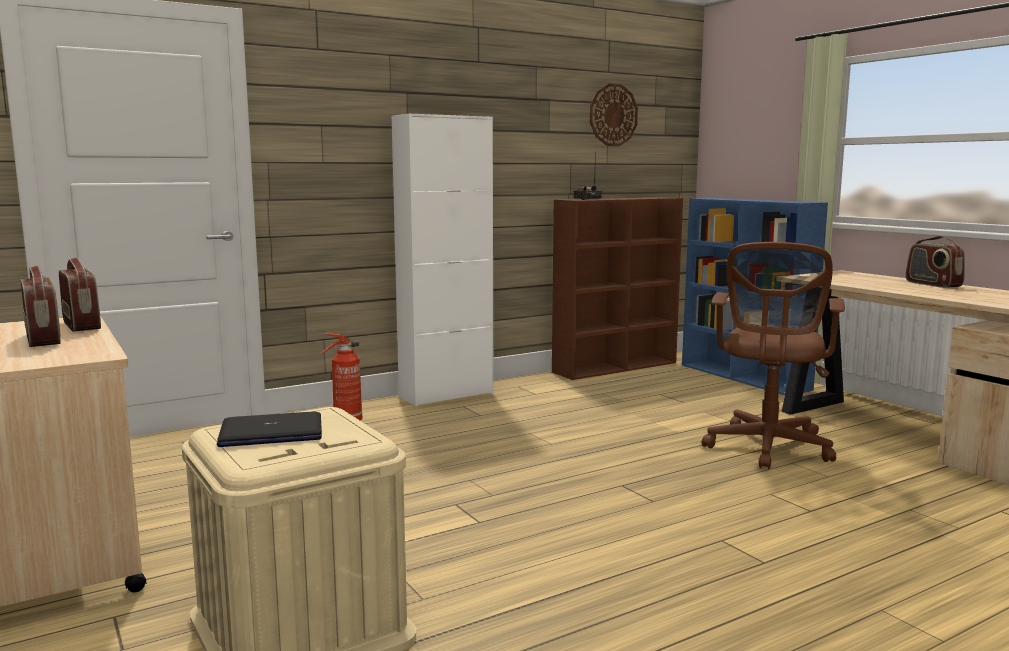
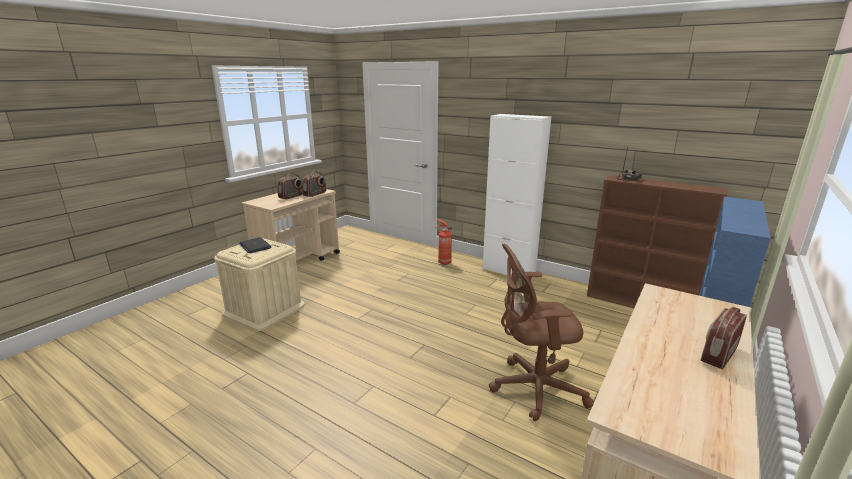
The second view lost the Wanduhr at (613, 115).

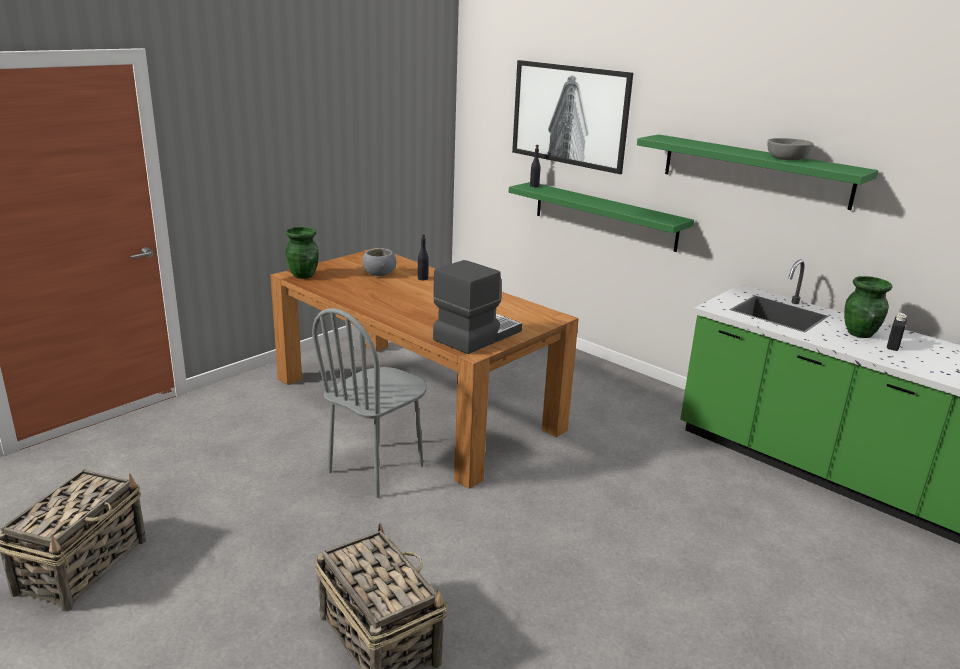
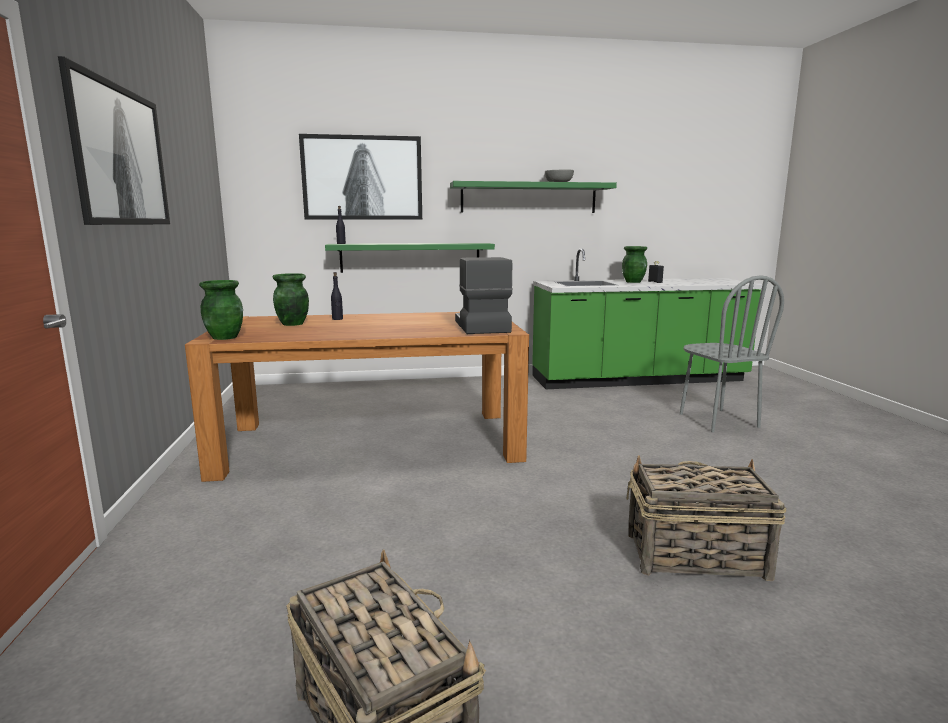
The Stuhl/grau ended up elsewhere, having gone from (376, 469) to (717, 420). Where the Schüssel/grau stood at (379, 274), the Vase/grün came to stand at (292, 324). The second view gained the Bild at (121, 156).

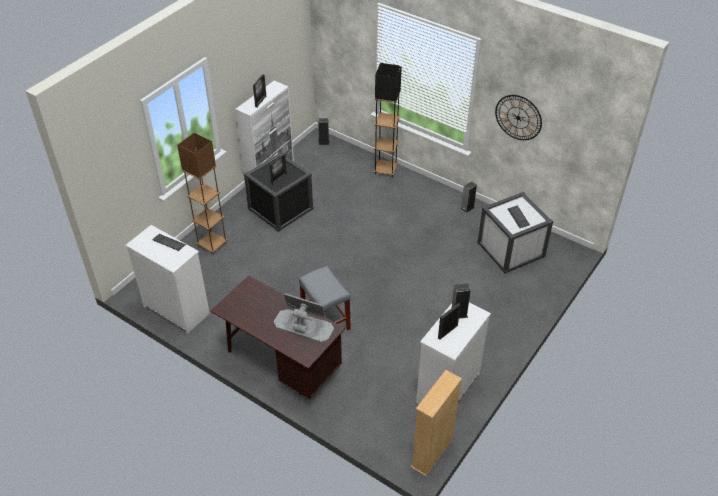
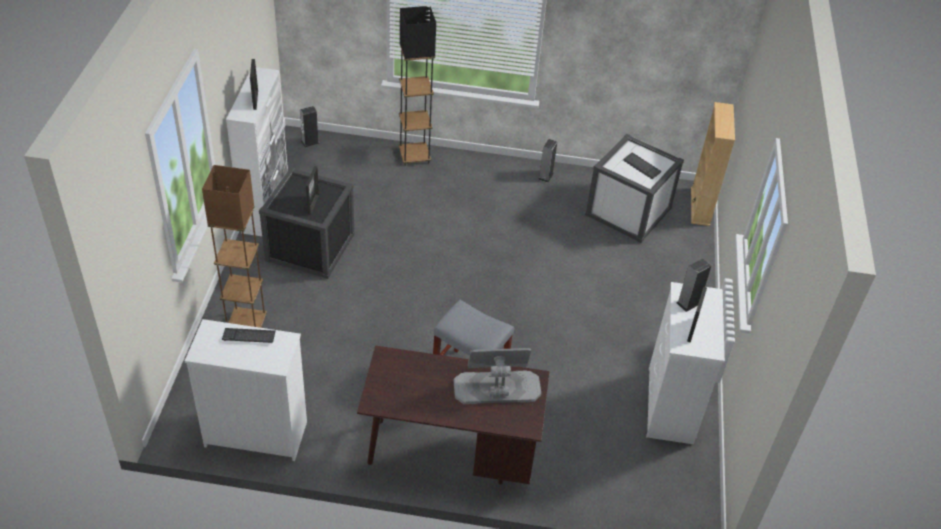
The Bücherregal/beige ended up elsewhere, having gone from (432, 453) to (700, 206). The second view lost the Wanduhr at (518, 117).

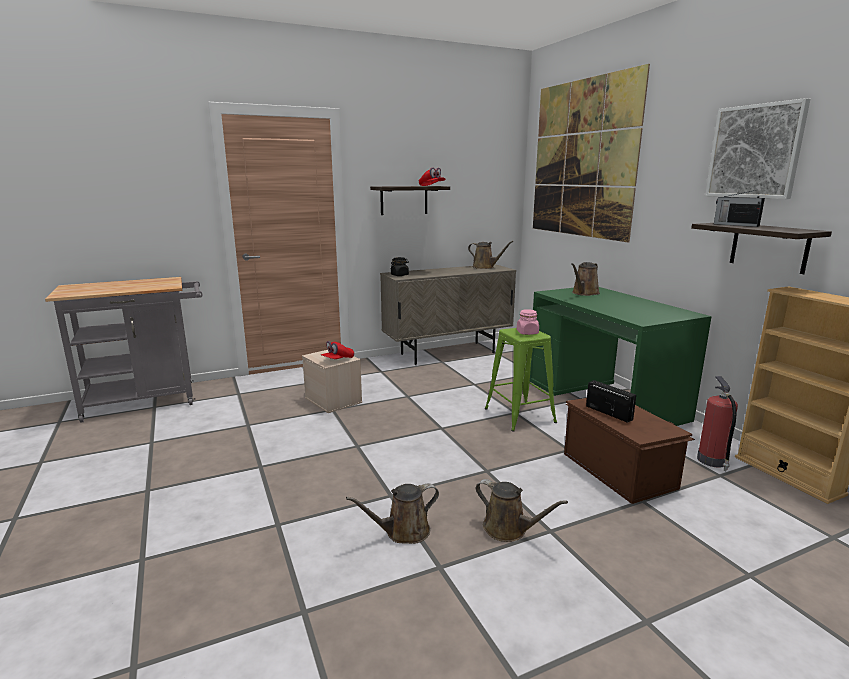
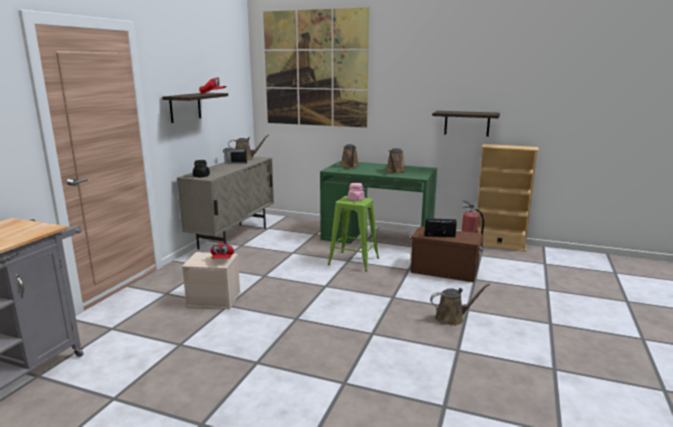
The Gießkanne/braun ended up elsewhere, having gone from (403, 532) to (395, 171). The second view lost the Bild at (755, 151). The Radio ended up elsewhere, having gone from (735, 225) to (235, 163).

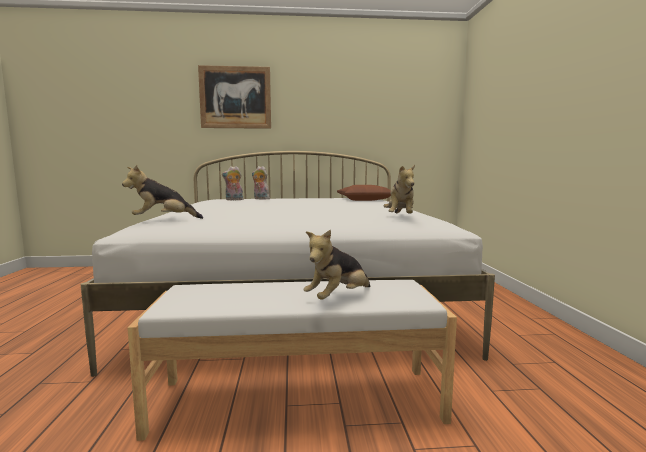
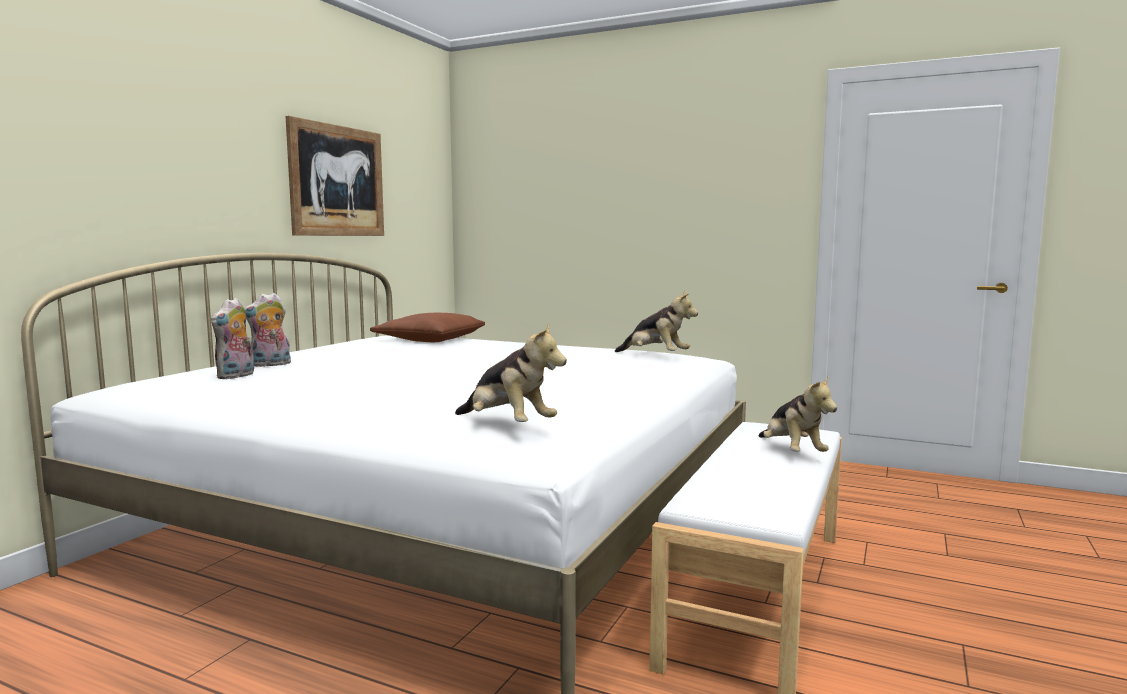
The Plüschtier at (163, 220) ended up facing another way, 60 degrees counterclockwise from before. The Bild ended up elsewhere, having gone from (235, 97) to (337, 181).

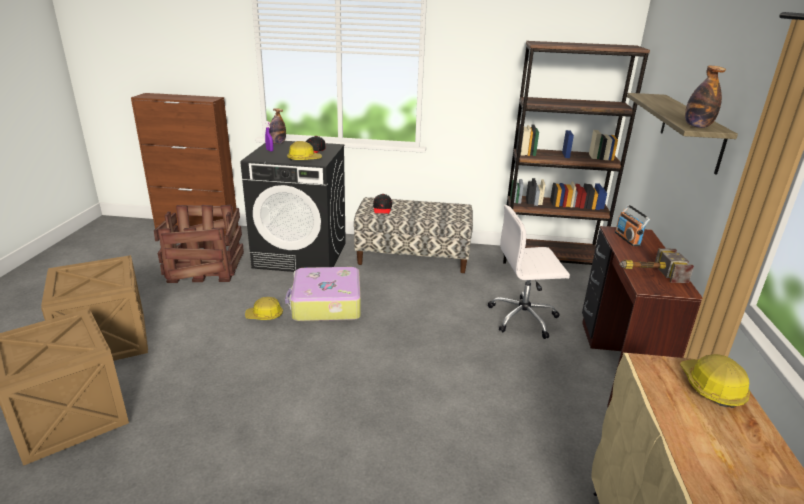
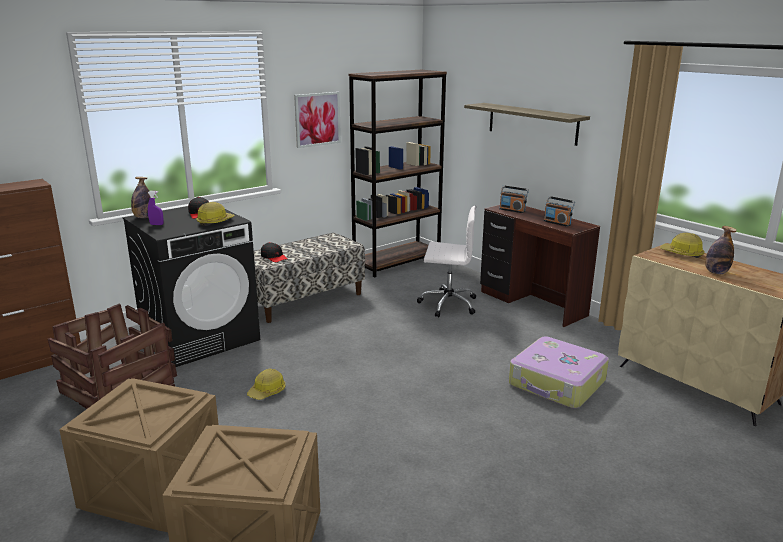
The Koffer ended up elsewhere, having gone from (326, 304) to (557, 383). The Bürostuhl/weiß at (524, 318) ended up facing another way, 120 degrees counterclockwise from before. Where the Hammer stood at (648, 273), the Radio came to stand at (557, 223). The Flasche ended up elsewhere, having gone from (697, 126) to (716, 272). The second view gained the Bild at (317, 119).

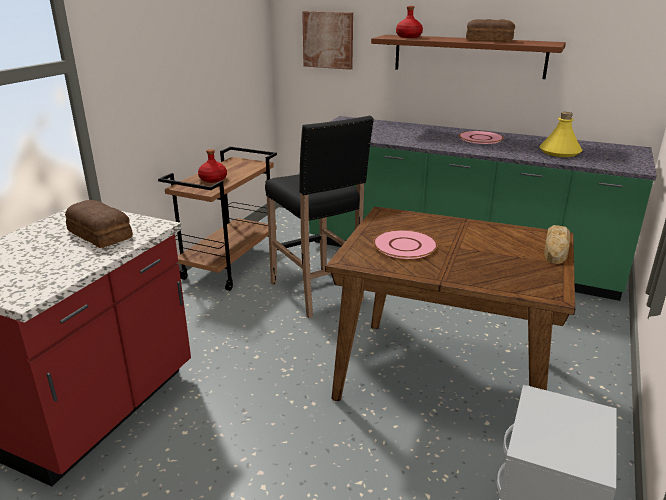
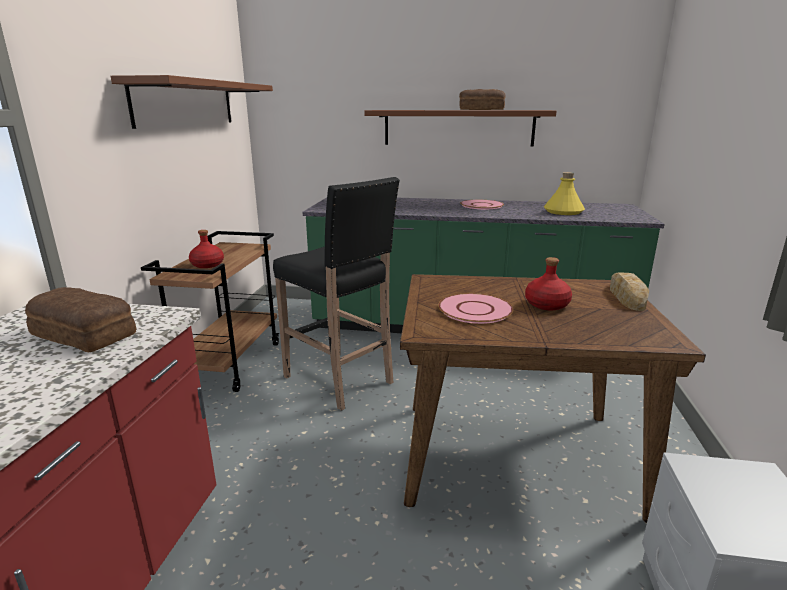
The second view lost the Bild at (328, 40). The Flasche/rot ended up elsewhere, having gone from (409, 37) to (547, 305). The second view gained the Wandregal/braun at (186, 103).

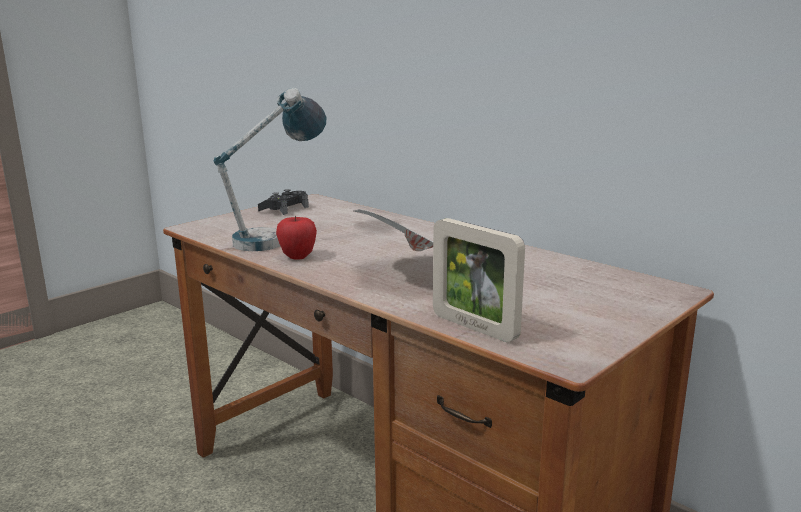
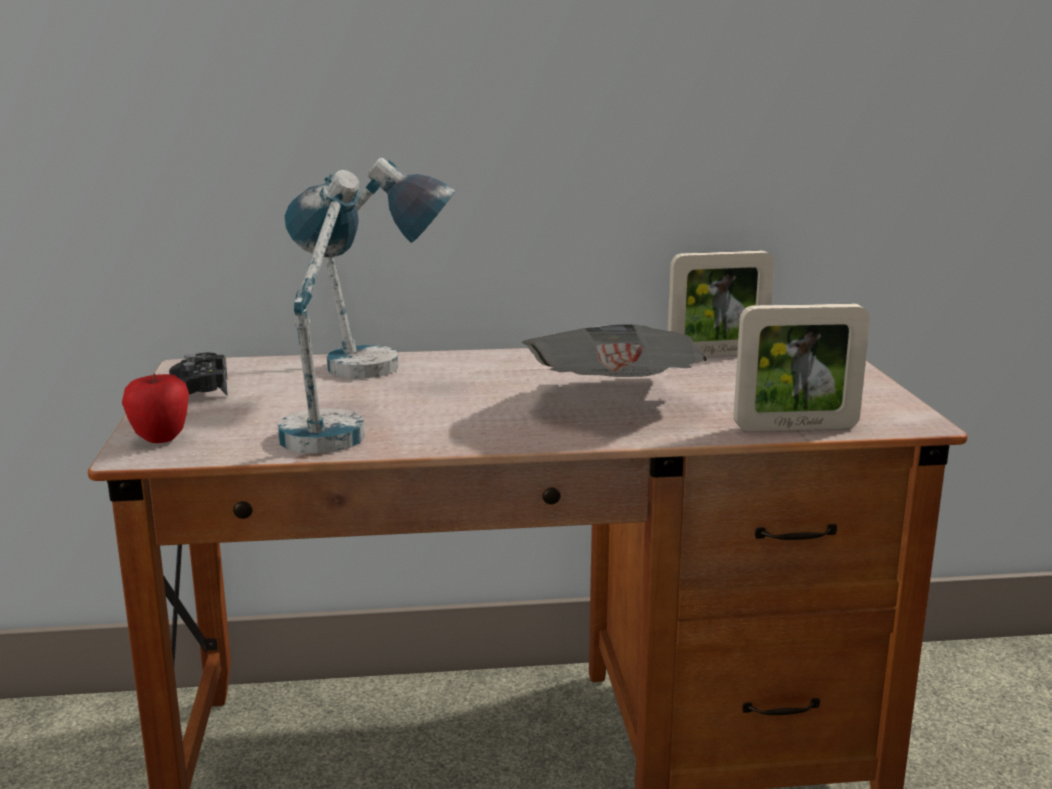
The Apfel ended up elsewhere, having gone from (297, 257) to (160, 439). The second view gained the Tischlampe at (386, 373). The second view gained the Bilderrahmen at (717, 354).

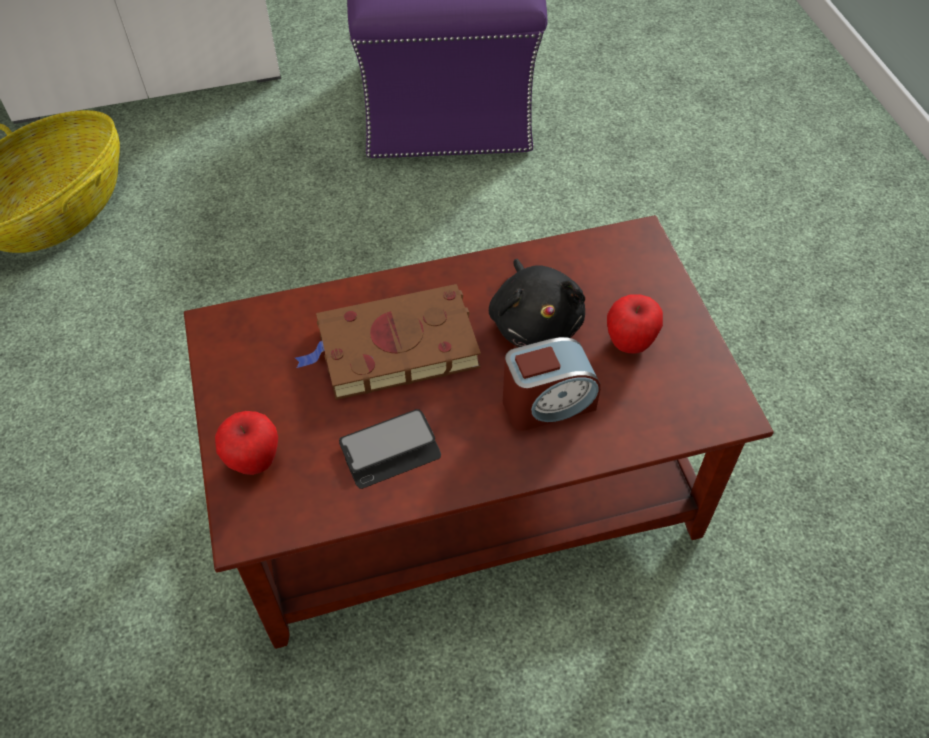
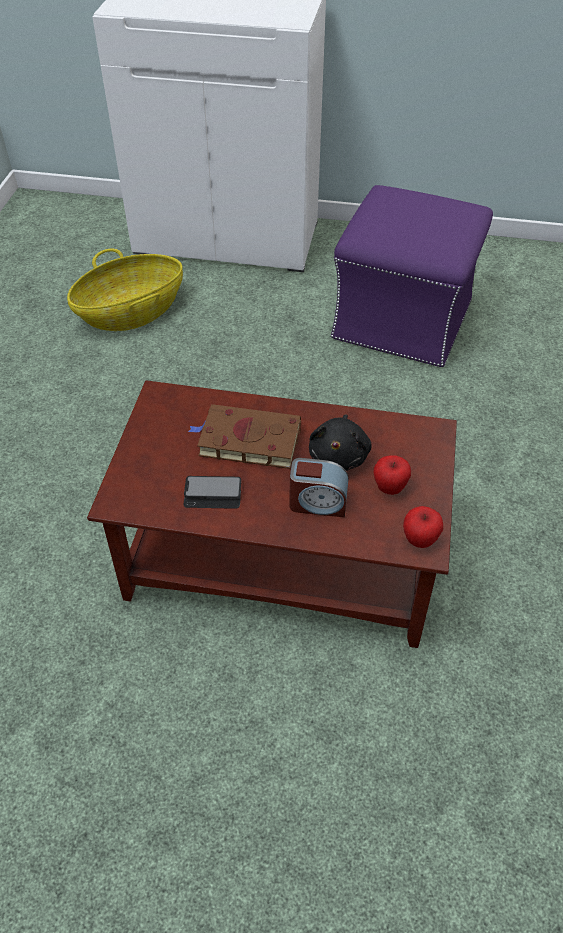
The Apfel ended up elsewhere, having gone from (254, 461) to (419, 540).

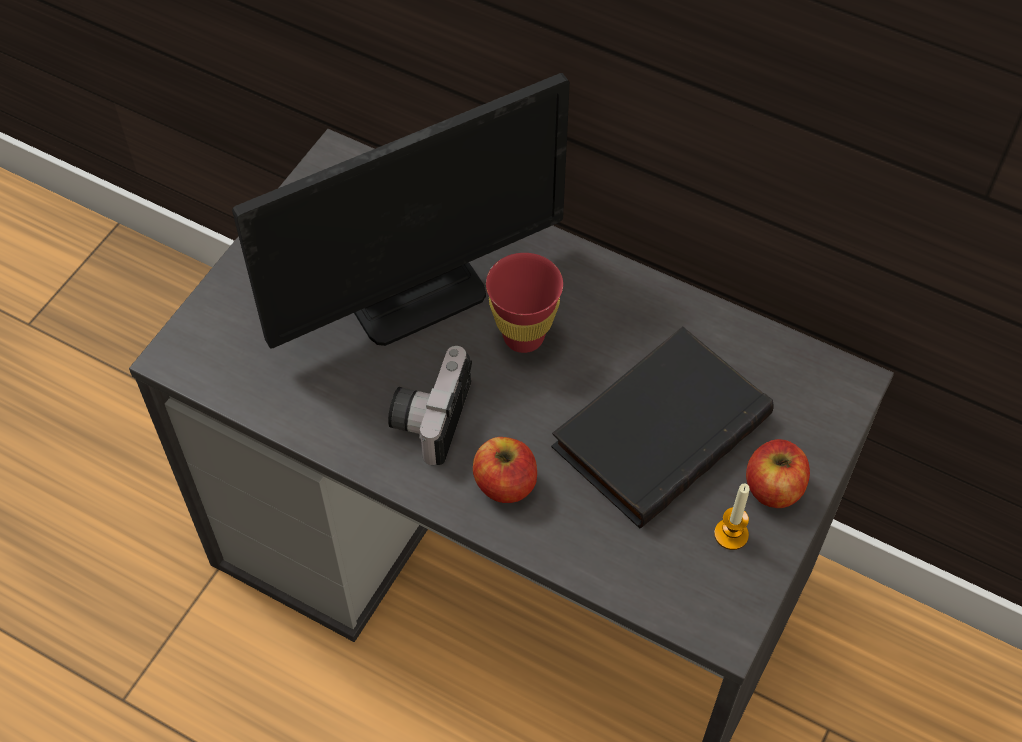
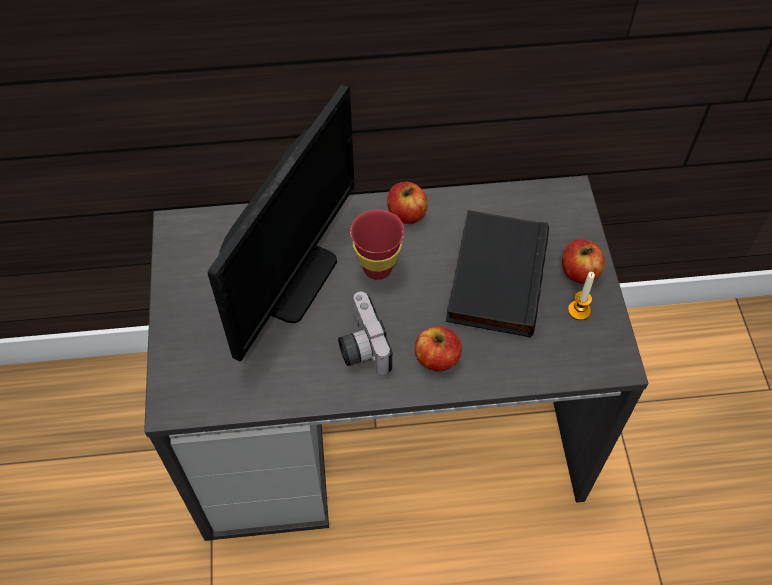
The second view gained the Apfel at (406, 214).

